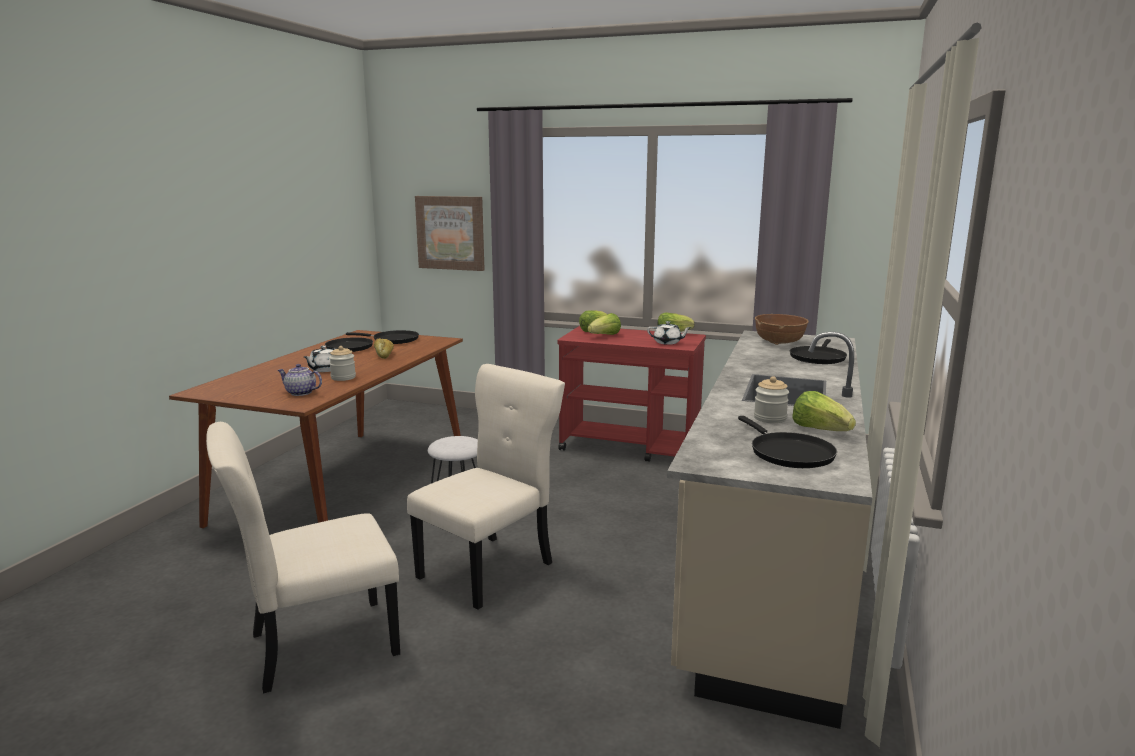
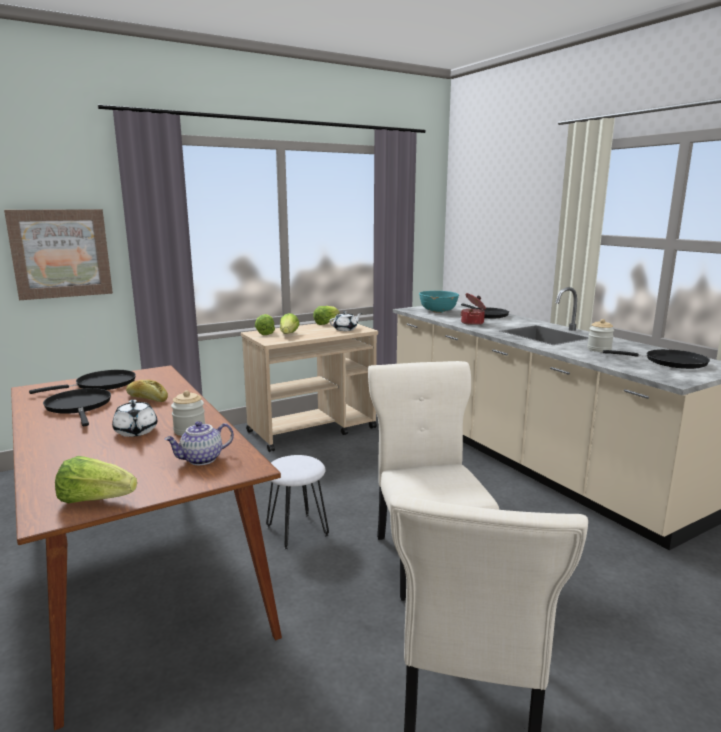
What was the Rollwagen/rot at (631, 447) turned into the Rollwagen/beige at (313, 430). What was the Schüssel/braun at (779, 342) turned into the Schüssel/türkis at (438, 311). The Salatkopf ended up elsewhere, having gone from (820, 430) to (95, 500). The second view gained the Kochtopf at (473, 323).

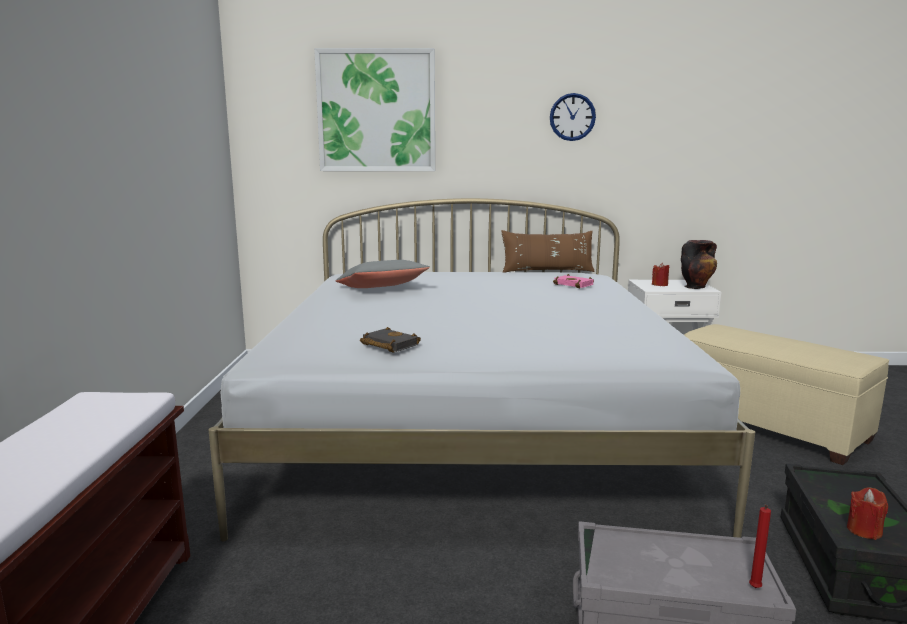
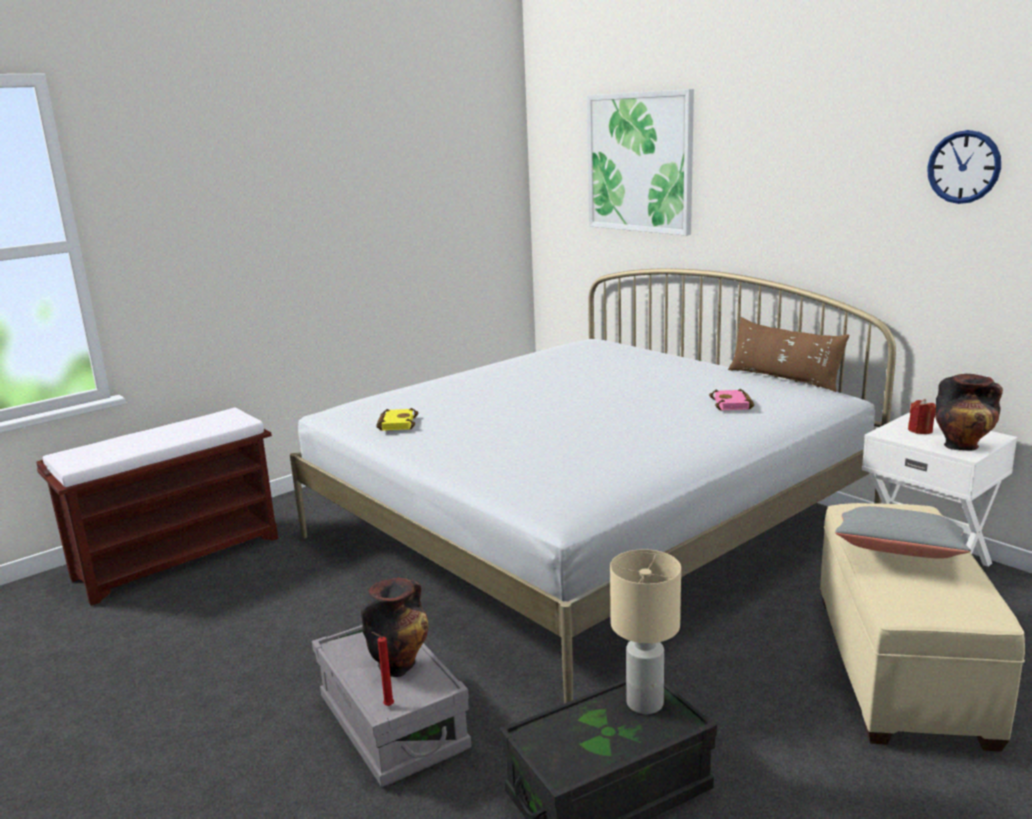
The Kissen/grau ended up elsewhere, having gone from (381, 289) to (898, 553). What was the Buch/schwarz at (387, 345) turned into the Buch/gelb at (396, 423). The Wanduhr ended up elsewhere, having gone from (572, 117) to (963, 167). The second view lost the Kerze/rot at (864, 530). The second view gained the Vase at (398, 664). The second view gained the Tischlampe/beige at (644, 702).

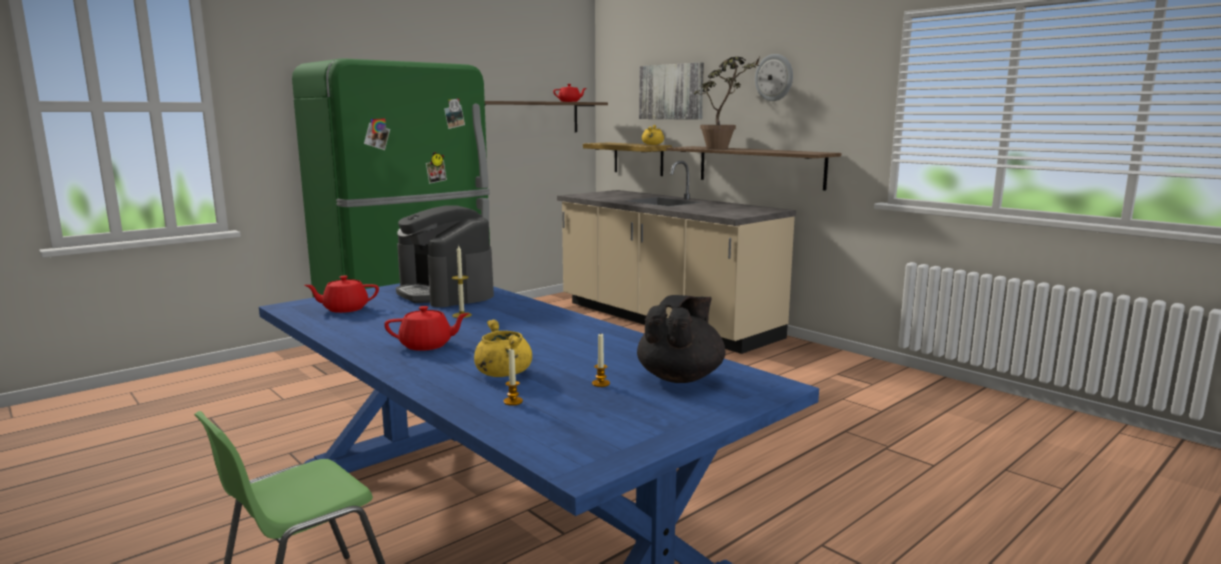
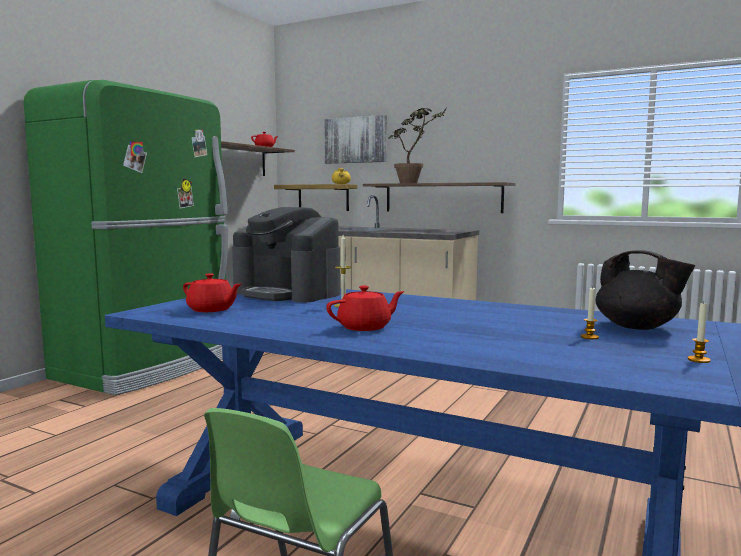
The Teekanne/rot at (344, 309) ended up facing another way, 120 degrees counterclockwise from before. The second view lost the Kochtopf/gelb at (502, 373). The Kerze ended up elsewhere, having gone from (513, 401) to (698, 360). The Teekanne/schwarz at (681, 377) ended up facing another way, 120 degrees clockwise from before. The second view lost the Wanduhr at (774, 77).

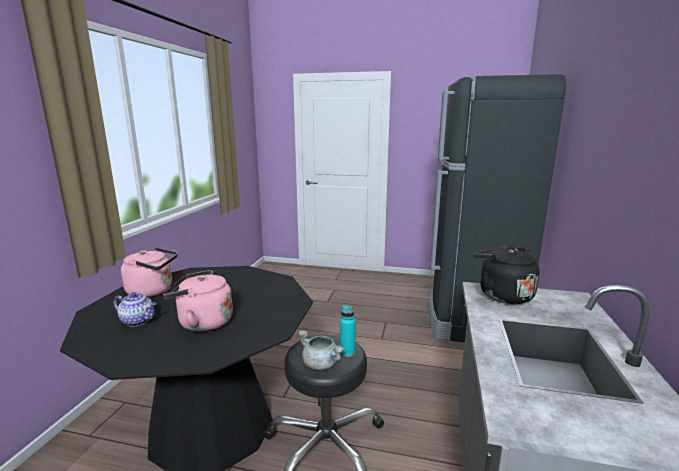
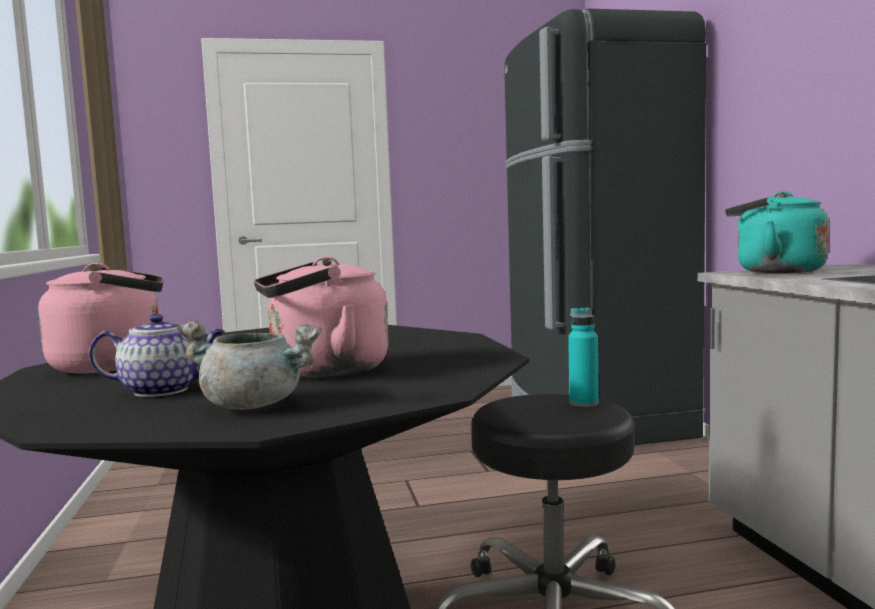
The Kochtopf/grau ended up elsewhere, having gone from (321, 364) to (255, 405). What was the Wasserkessel/schwarz at (502, 295) turned into the Wasserkessel/türkis at (773, 271).

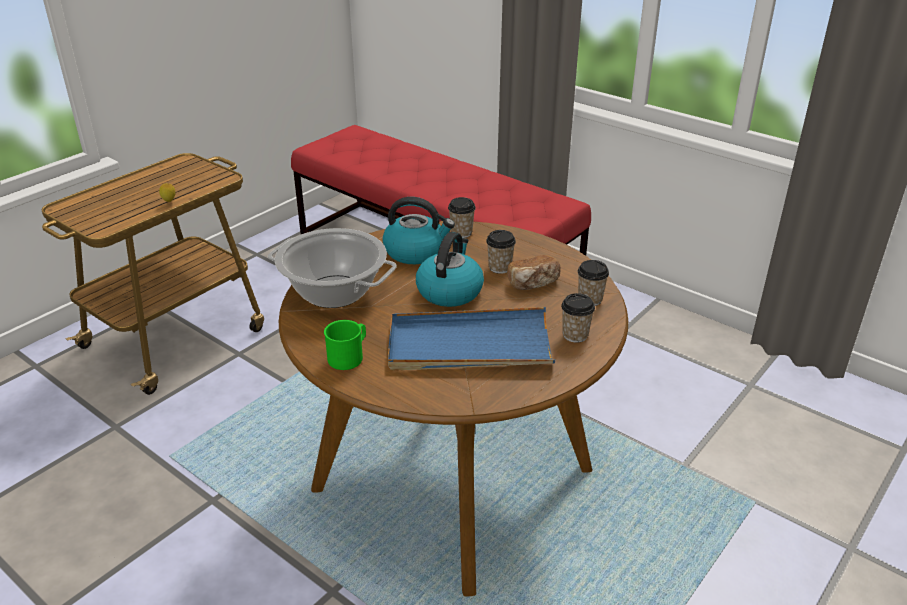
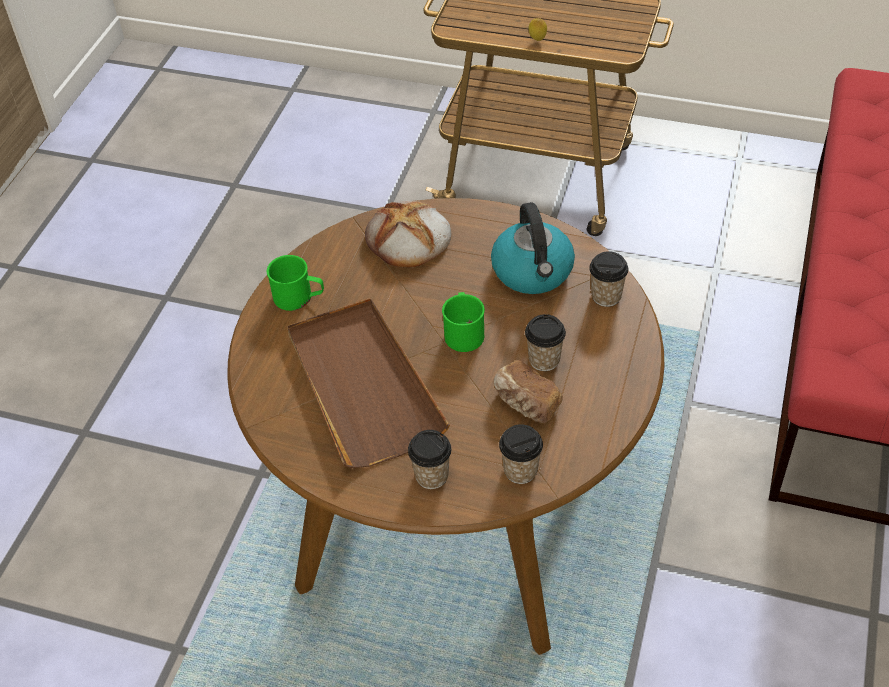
Where the Kochtopf stood at (335, 292), the Brot came to stand at (408, 240). What was the Tablett/blau at (469, 345) turned into the Tablett/braun at (363, 385). Where the Wasserkessel stood at (449, 291), the Henkelbecher/grün came to stand at (463, 332).

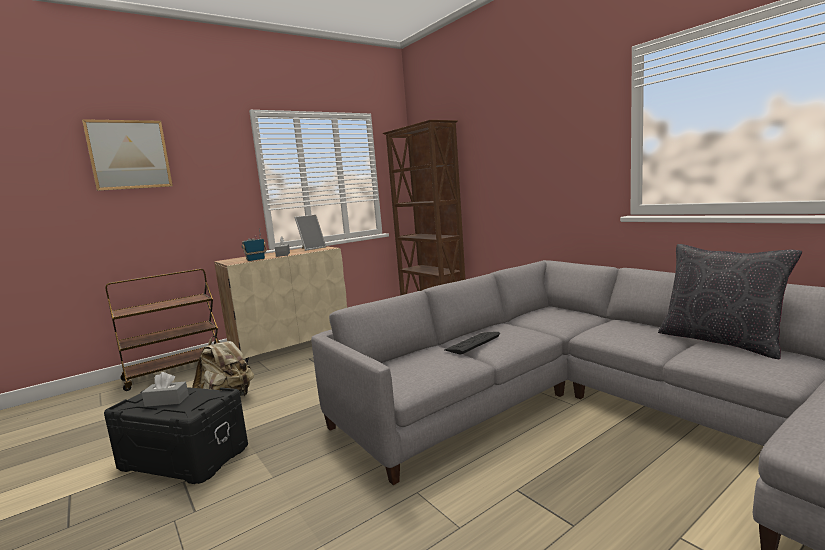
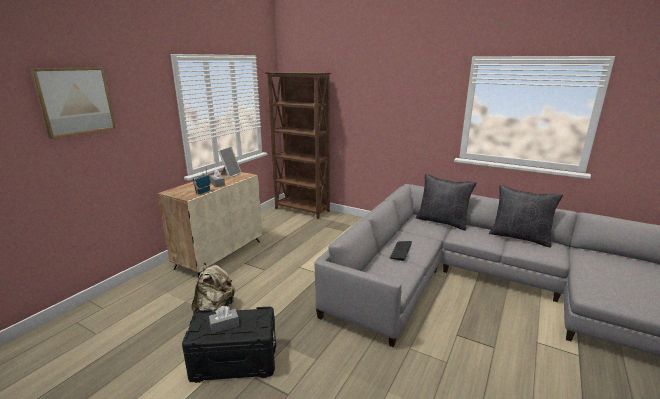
The second view lost the Rollwagen/braun at (175, 371). The second view gained the Kissen/schwarz at (442, 221).

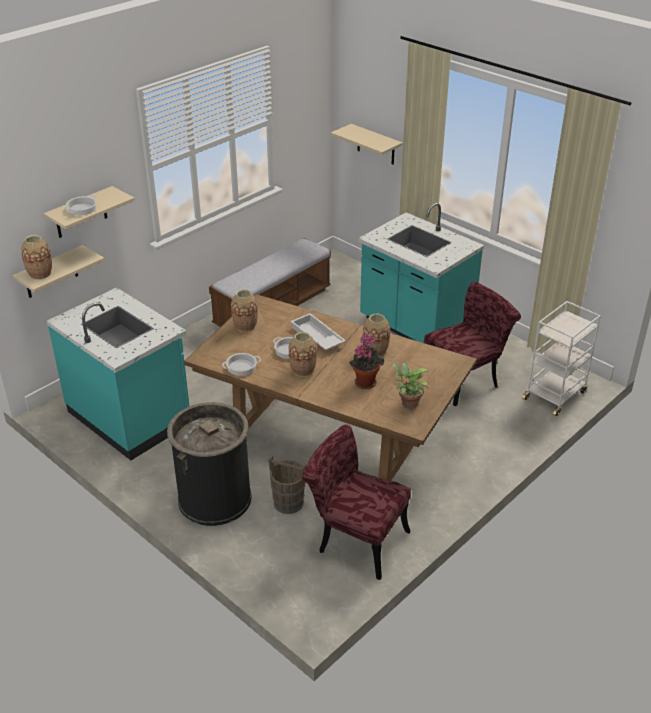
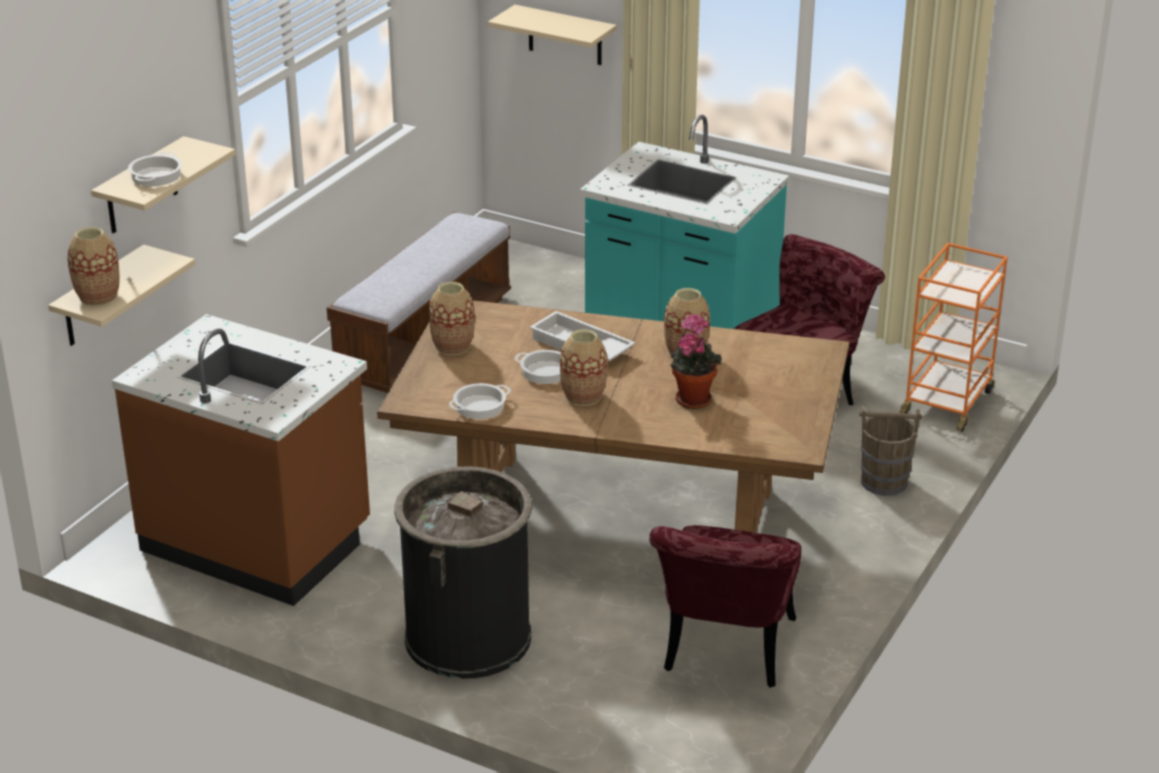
What was the Küchenzeile/türkis at (130, 416) turned into the Küchenzeile/braun at (258, 540). The Eimer/braun ended up elsewhere, having gone from (288, 503) to (884, 482). The Stuhl/rot at (355, 539) ended up facing another way, 90 degrees counterclockwise from before. The second view lost the Topfpflanze at (407, 403). What was the Rollwagen/weiß at (554, 394) turned into the Rollwagen/orange at (947, 402).

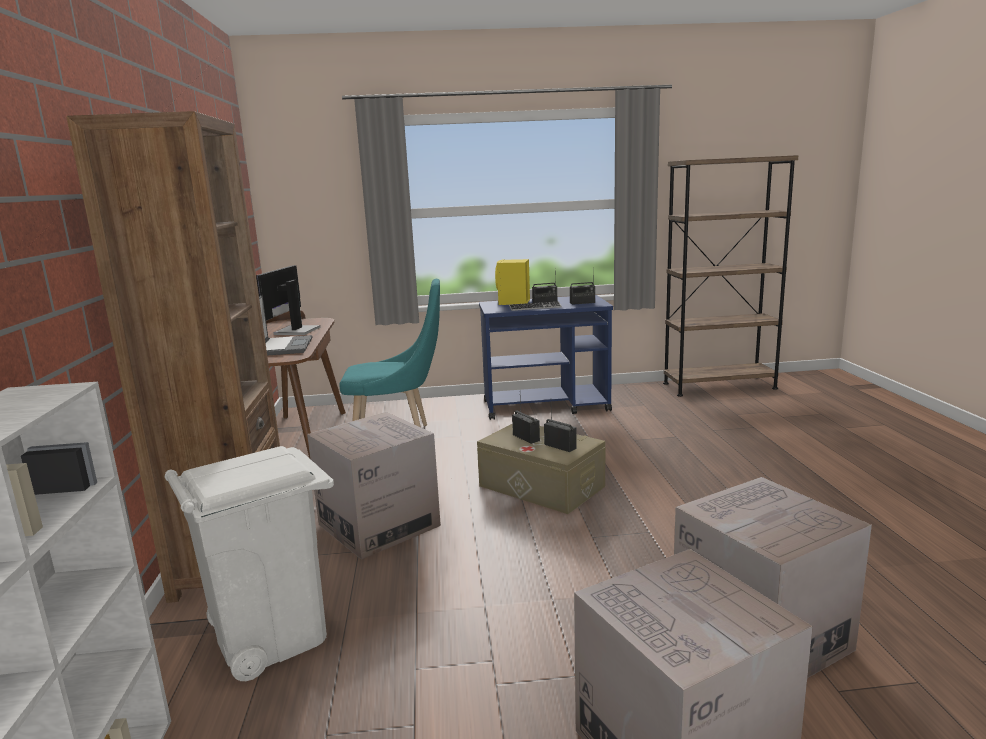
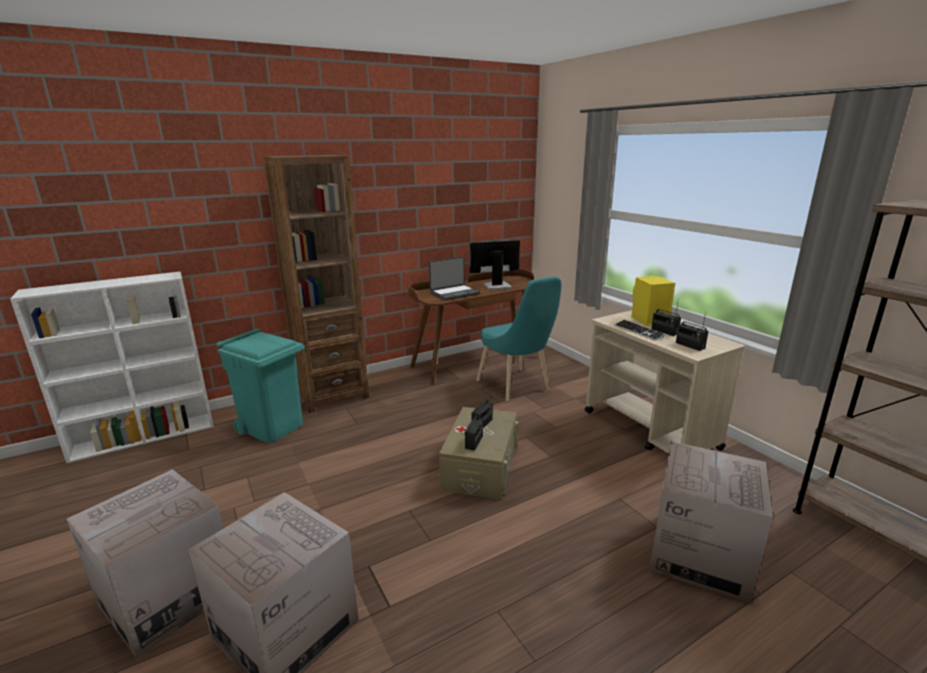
What was the Mülleimer/weiß at (271, 635) turned into the Mülleimer/türkis at (273, 427). The Karton ended up elsewhere, having gone from (379, 525) to (700, 554). What was the Rollwagen/blau at (546, 406) turned into the Rollwagen/beige at (650, 430).

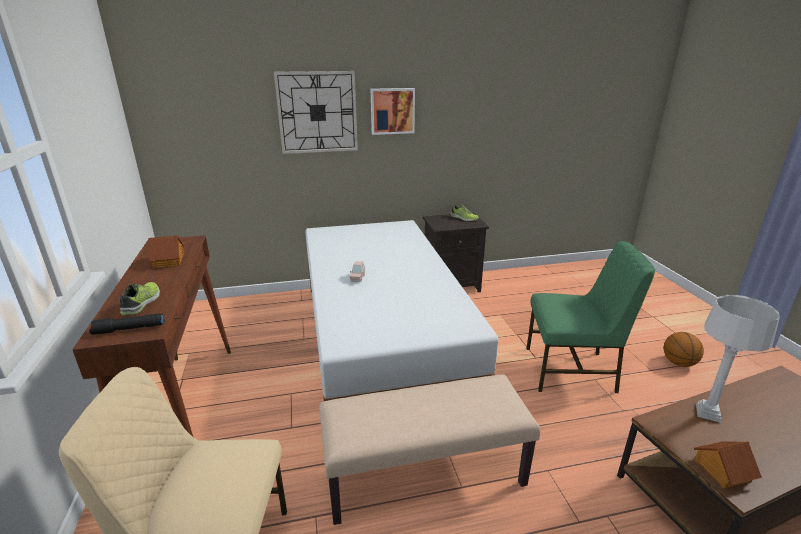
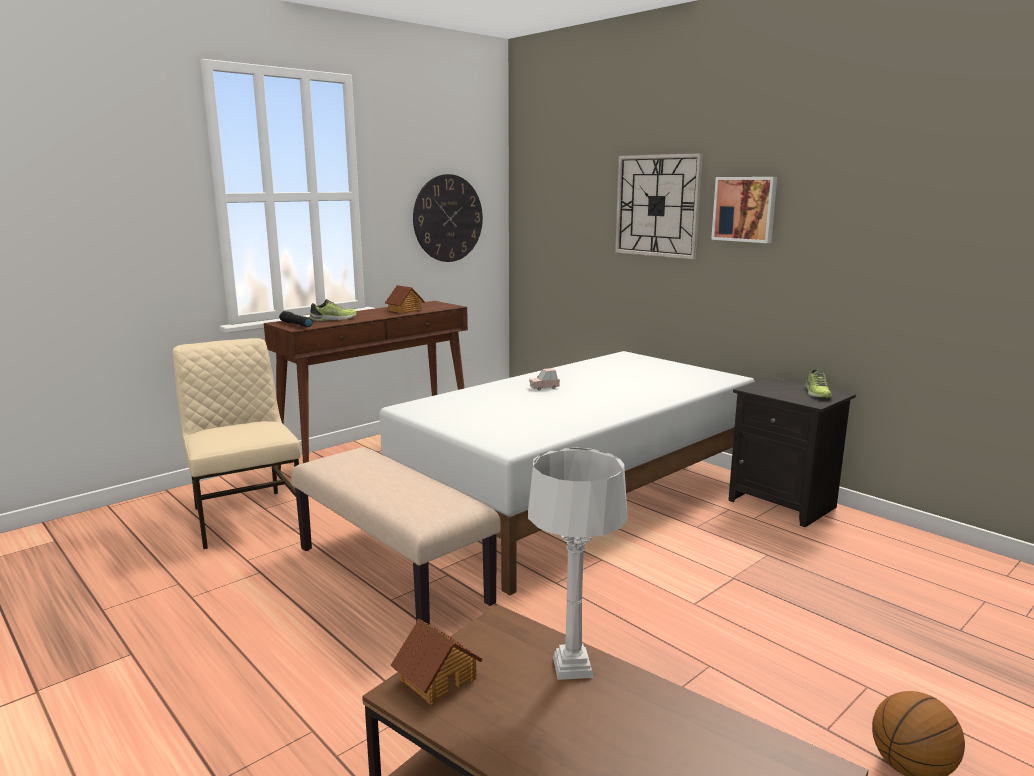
The second view lost the Stuhl/grün at (571, 370). The second view gained the Wanduhr at (448, 218).

